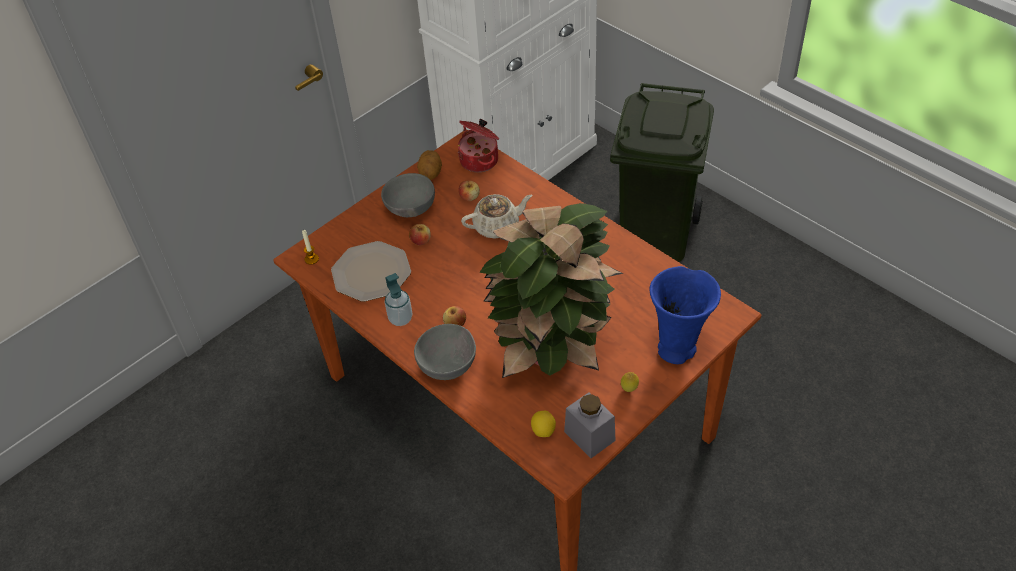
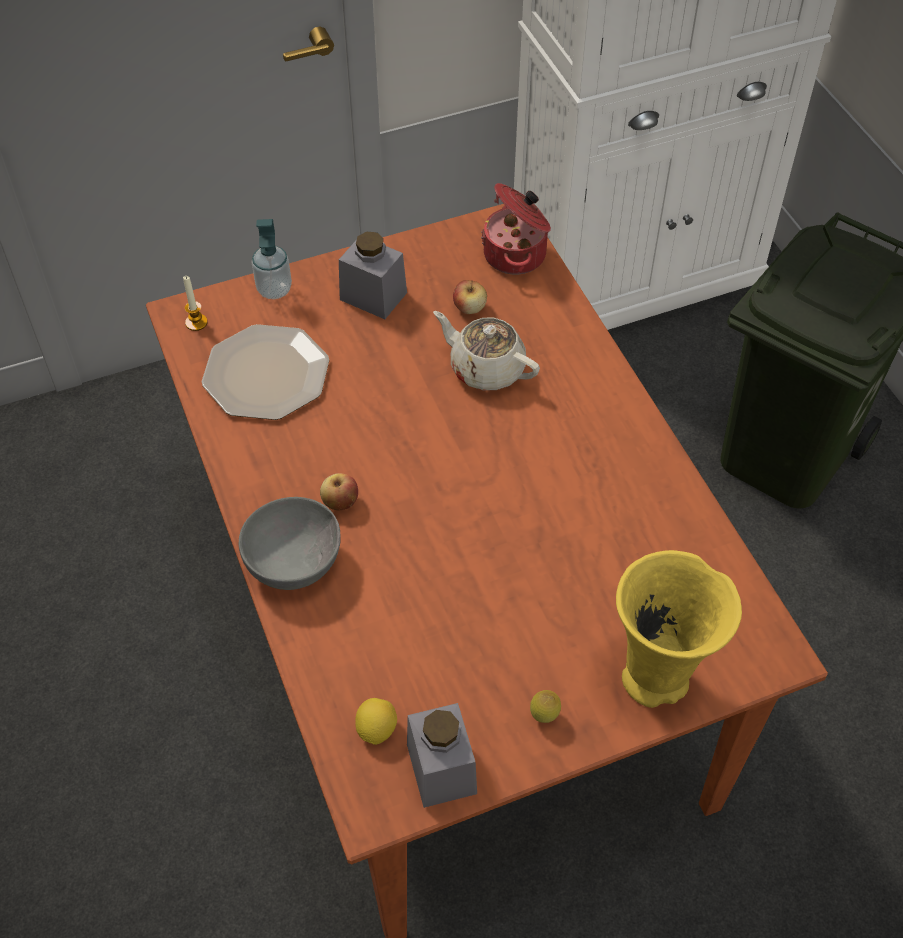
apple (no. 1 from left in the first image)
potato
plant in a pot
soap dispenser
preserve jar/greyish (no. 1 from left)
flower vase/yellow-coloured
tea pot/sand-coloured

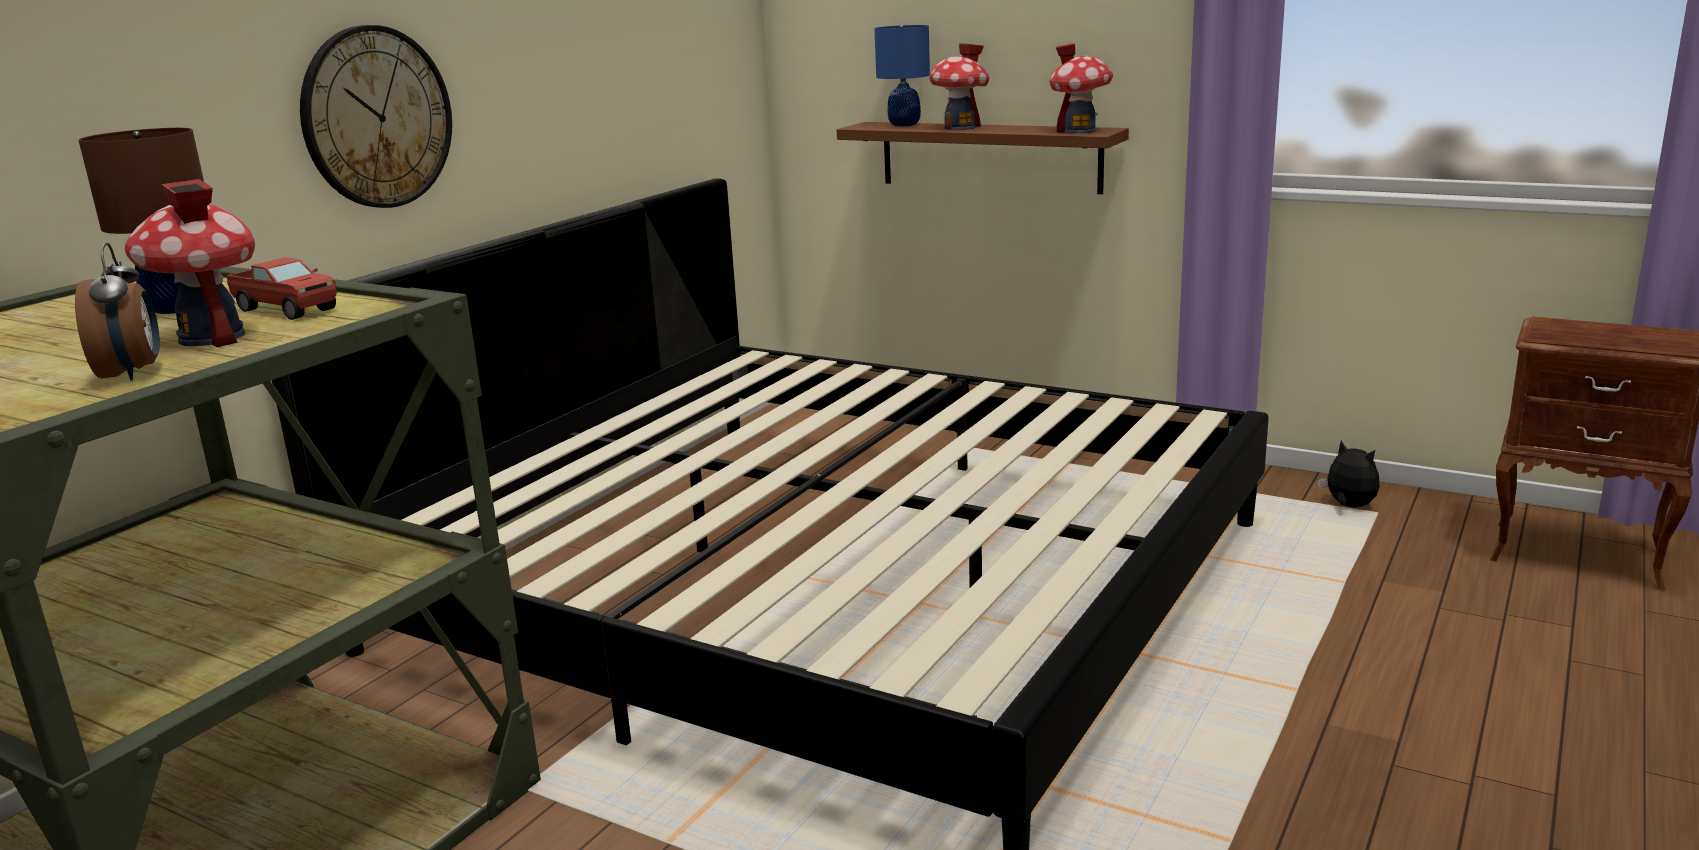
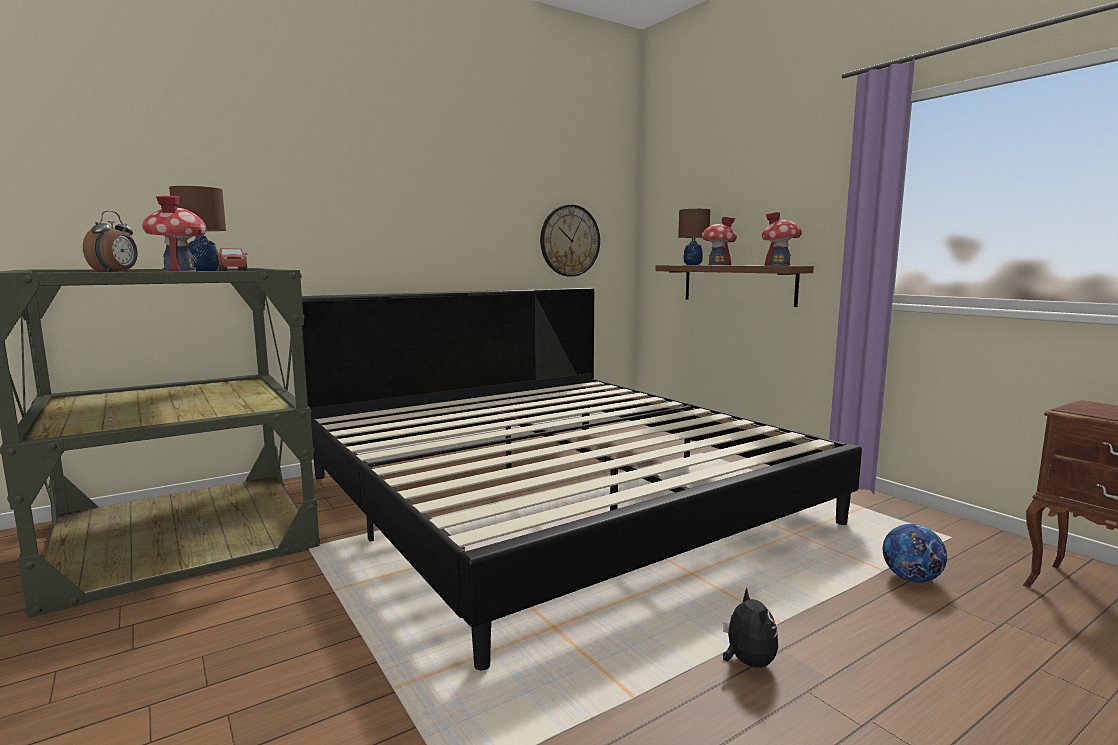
football ball
wall clock
soft toy
table lamp/brownish (no. 2 from left)

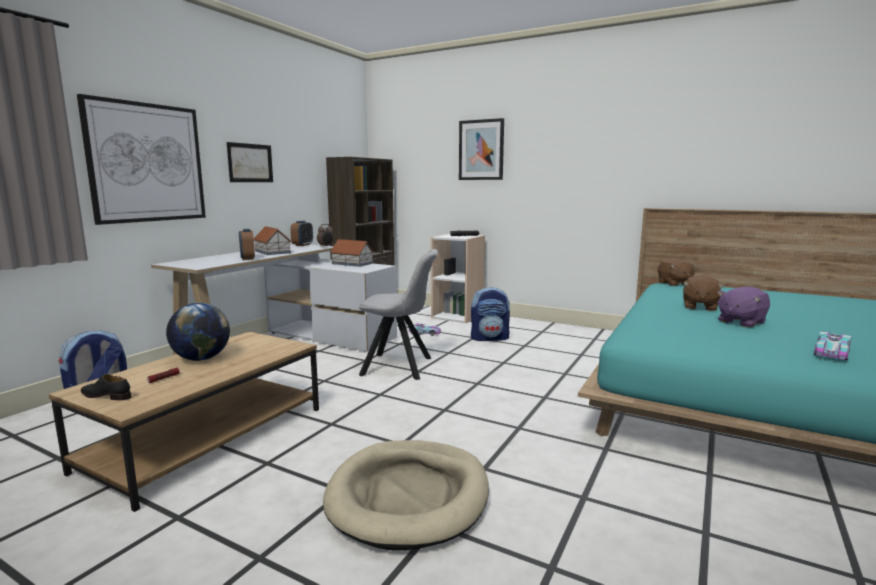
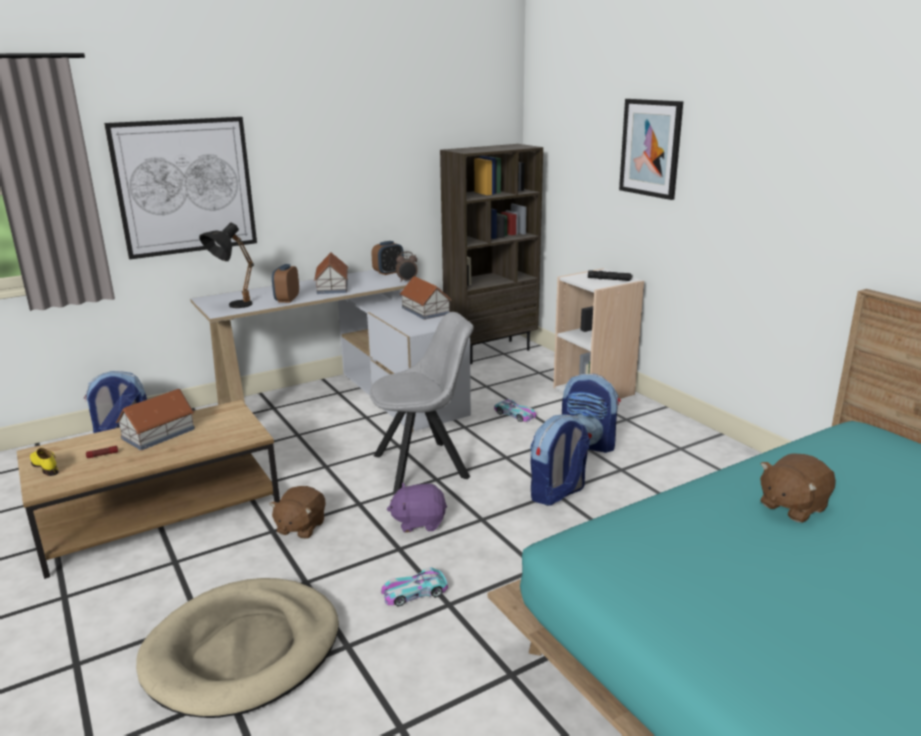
wall art (no. 2 from left in the first image)
table lamp/black
backpack (no. 2 from left)
soft toy/brownish (no. 1 from left)
soft toy/purplish
toy car (no. 1 from left)
model house (no. 1 from left)
item of footwear/yellow-coloured
upright chair/greyish

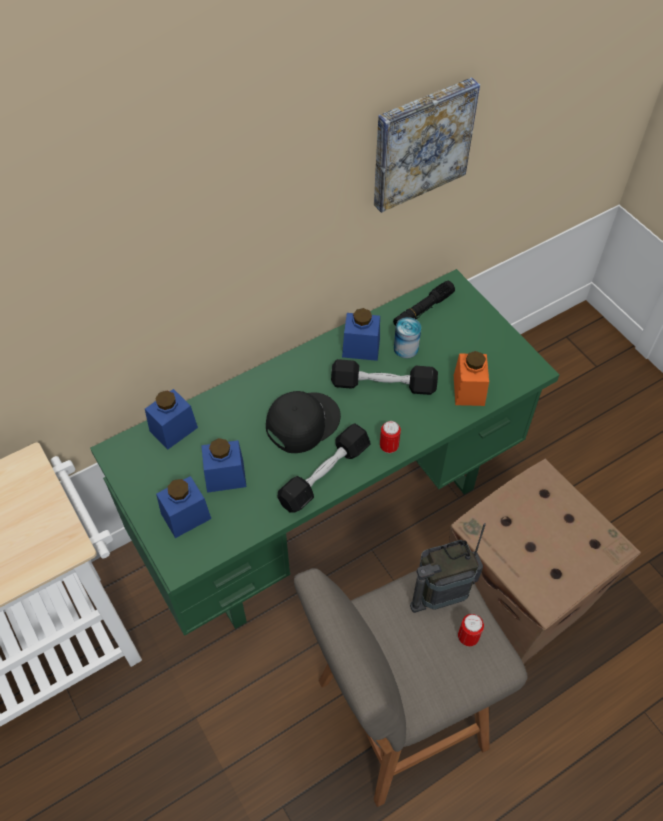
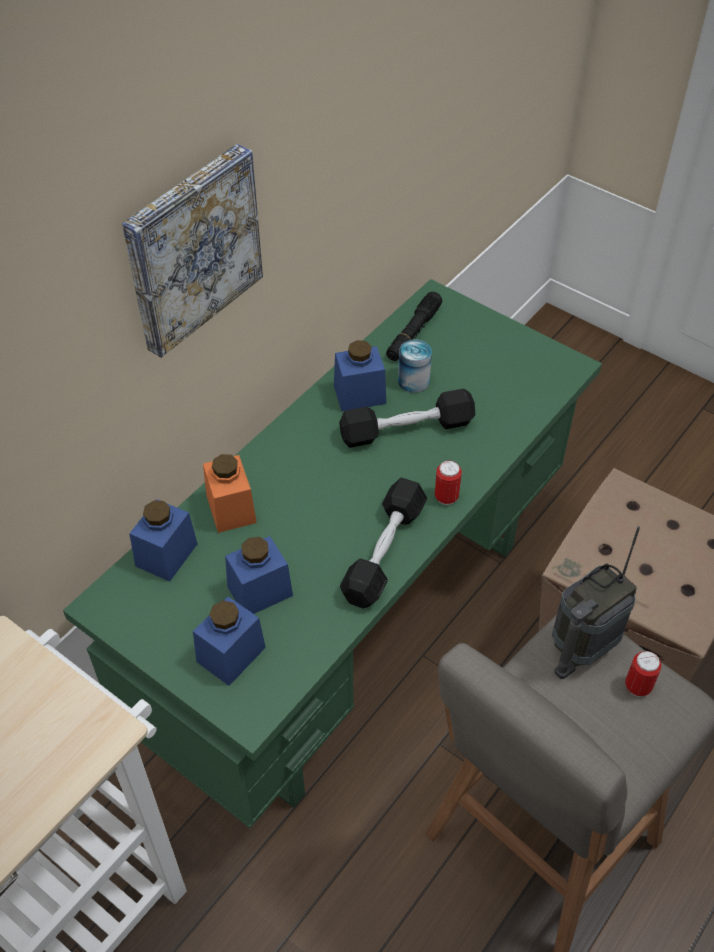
baseball cap/black
wall art
preserve jar/orange-coloured

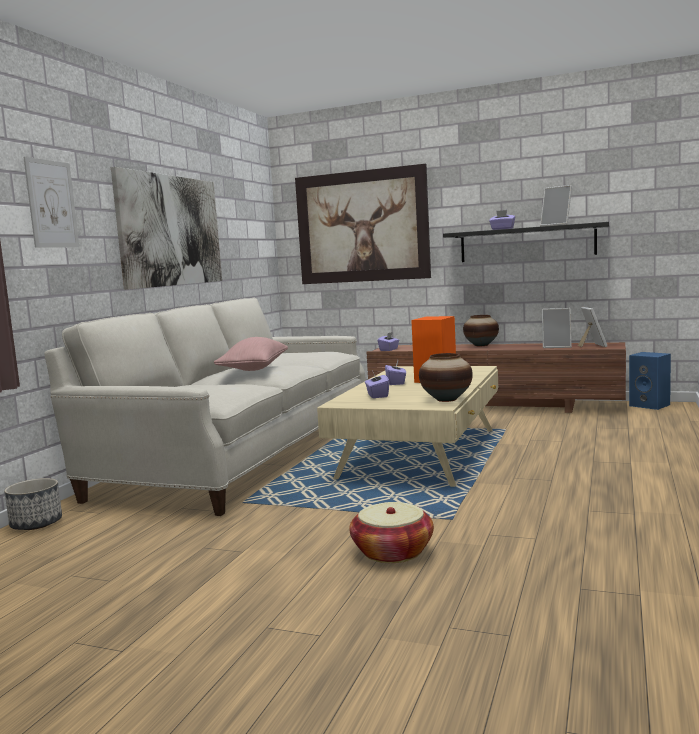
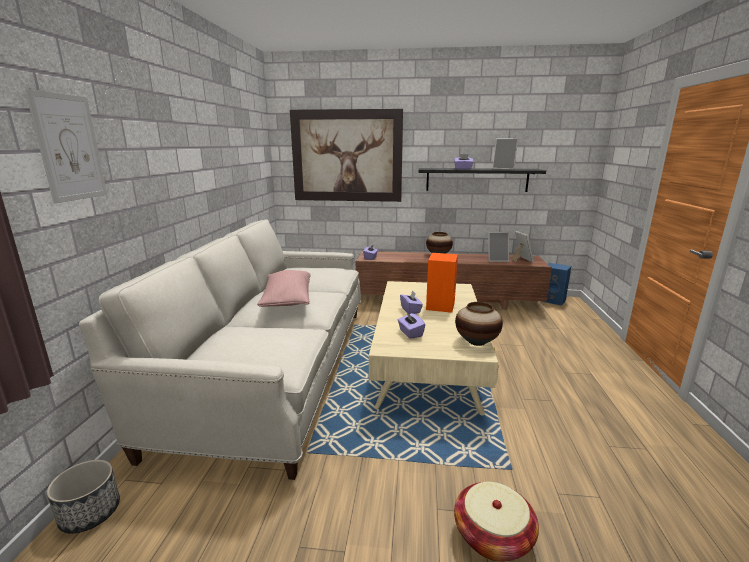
wall art (no. 2 from left in the first image)

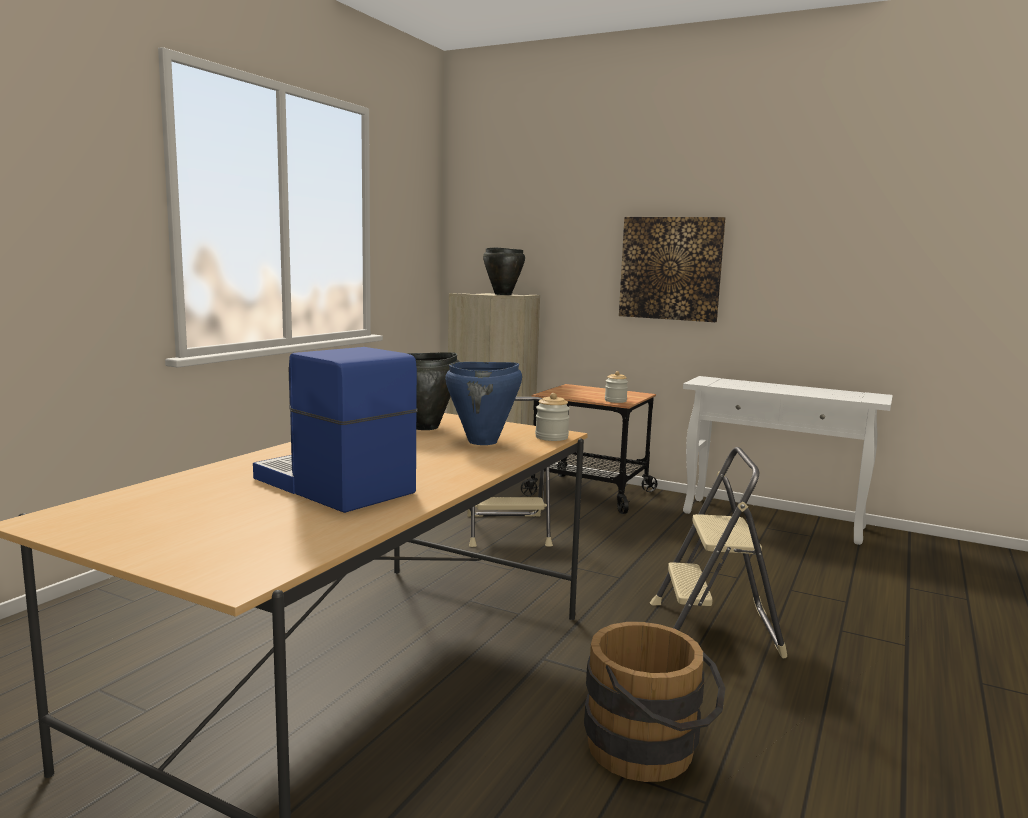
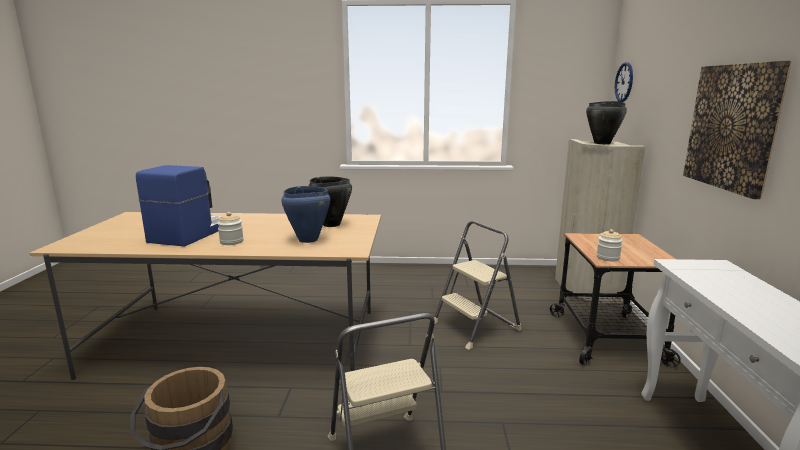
wall clock
preserve jar (no. 1 from left)

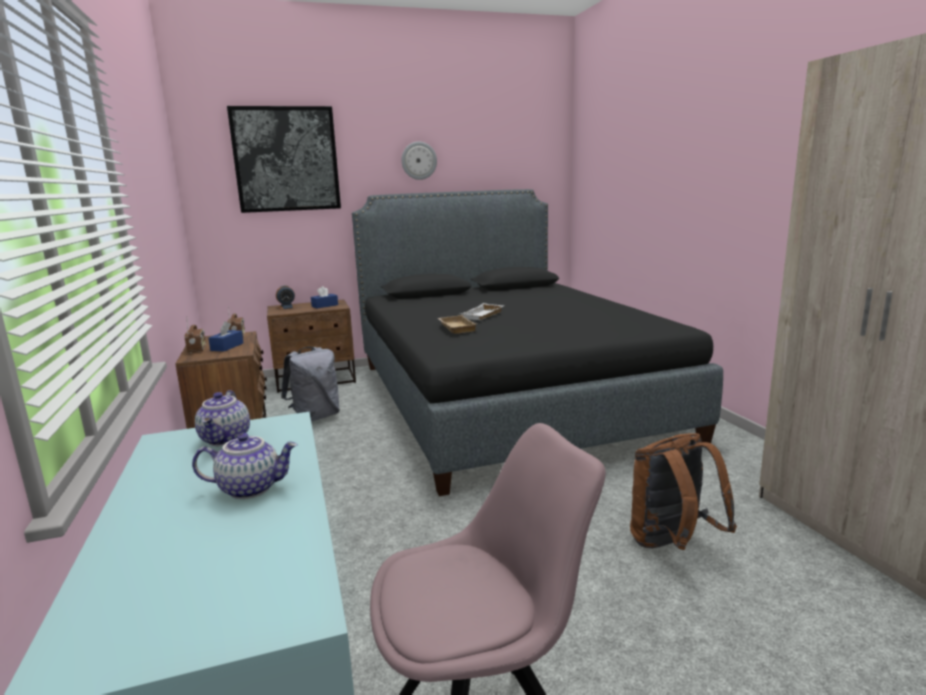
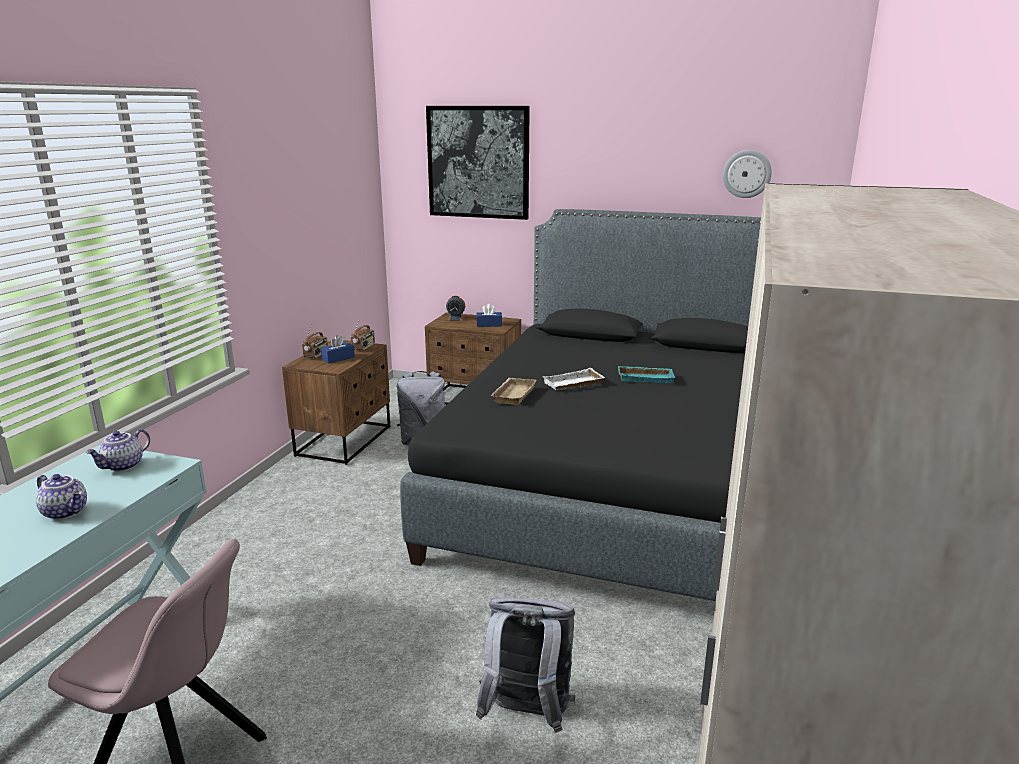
carrying tray/turquoise
wall clock
backpack/greyish (no. 2 from left)

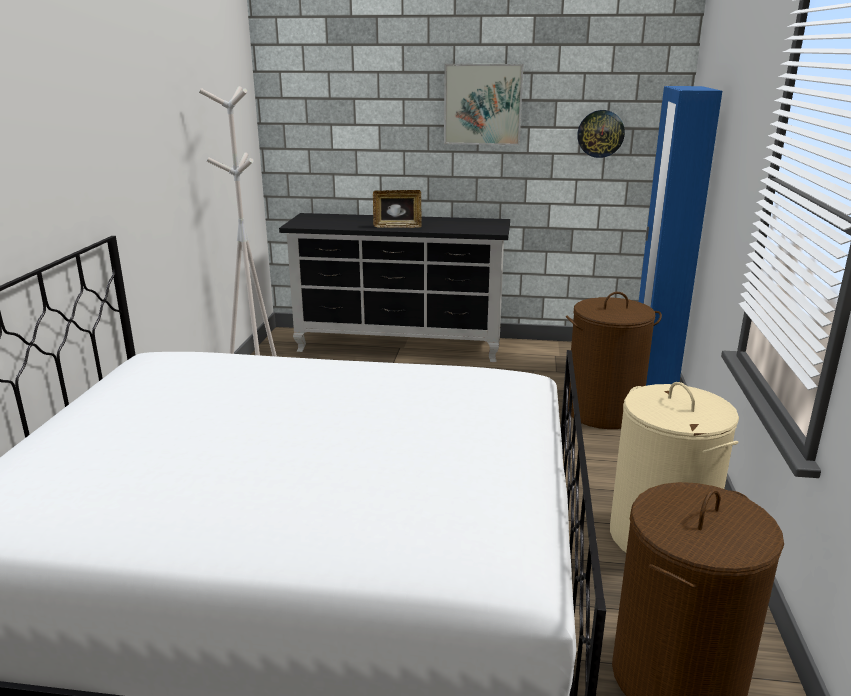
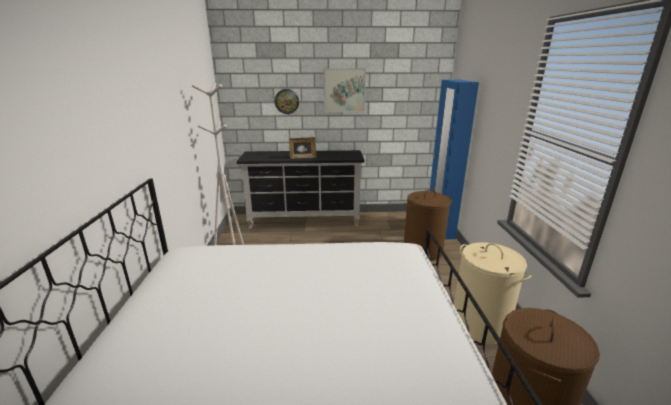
wall clock

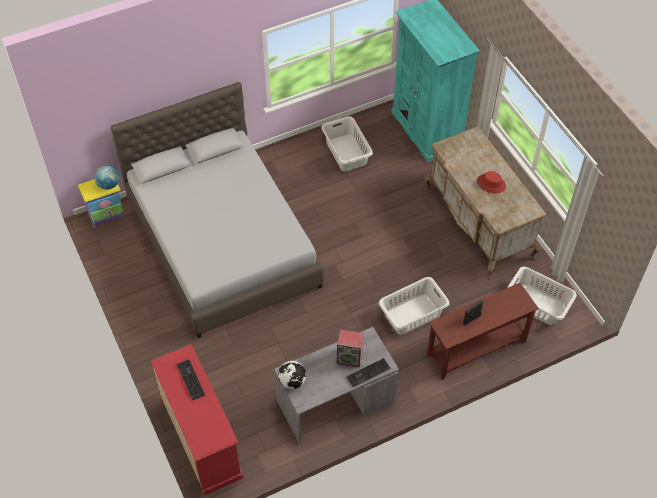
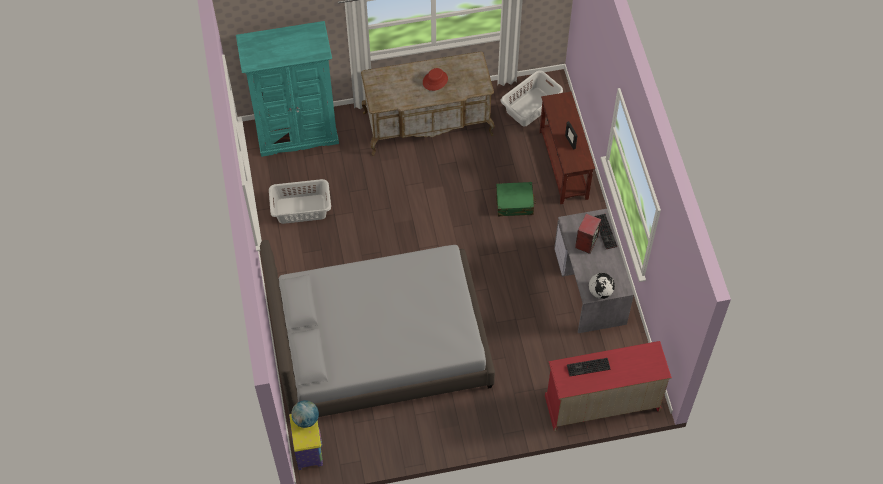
suitcase/greenish

